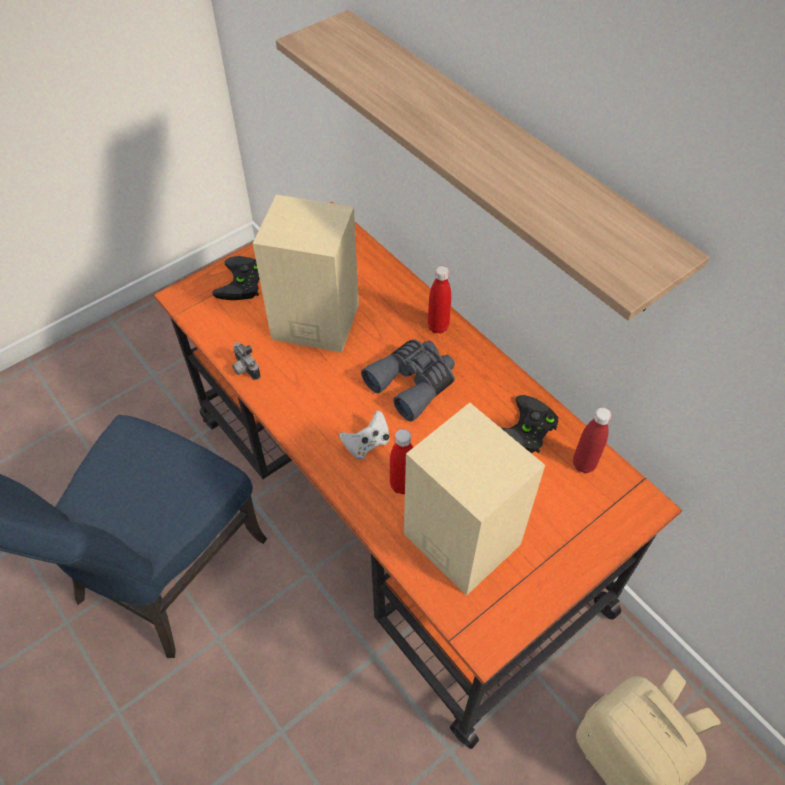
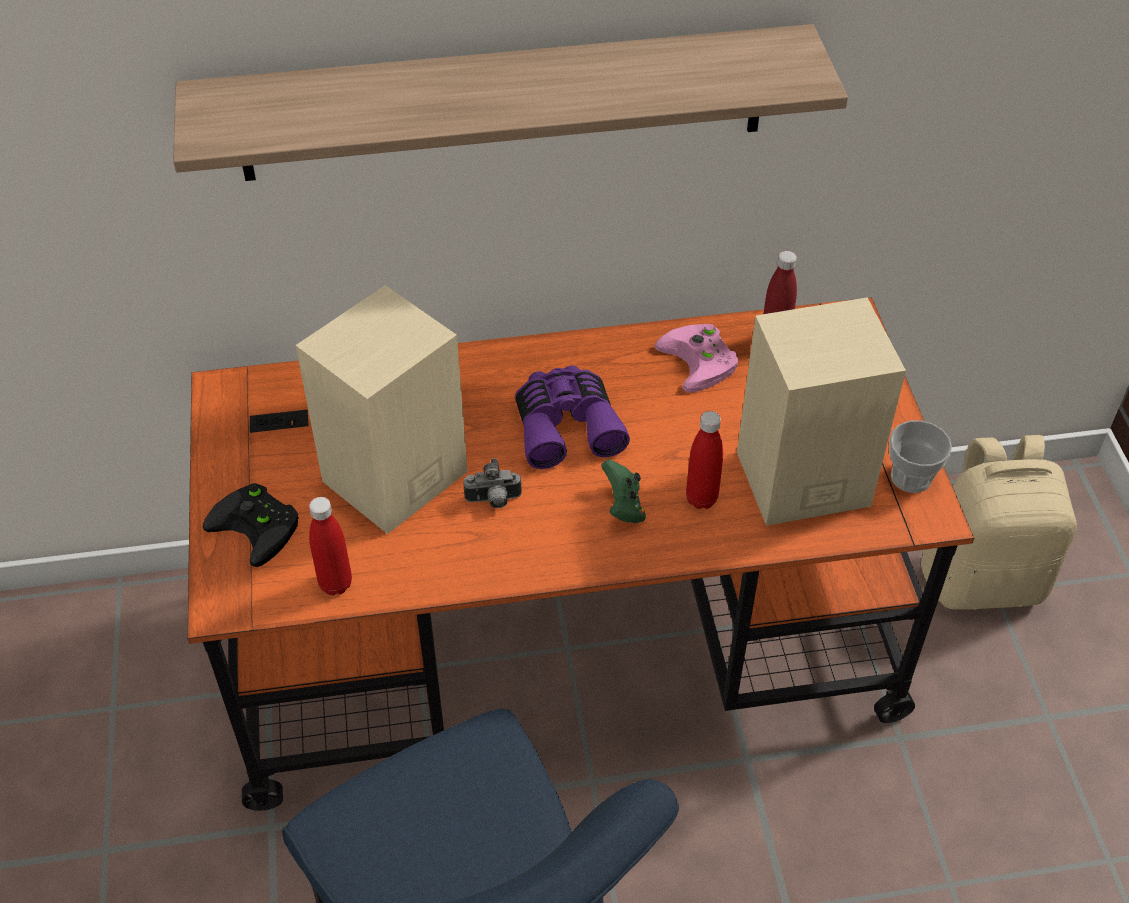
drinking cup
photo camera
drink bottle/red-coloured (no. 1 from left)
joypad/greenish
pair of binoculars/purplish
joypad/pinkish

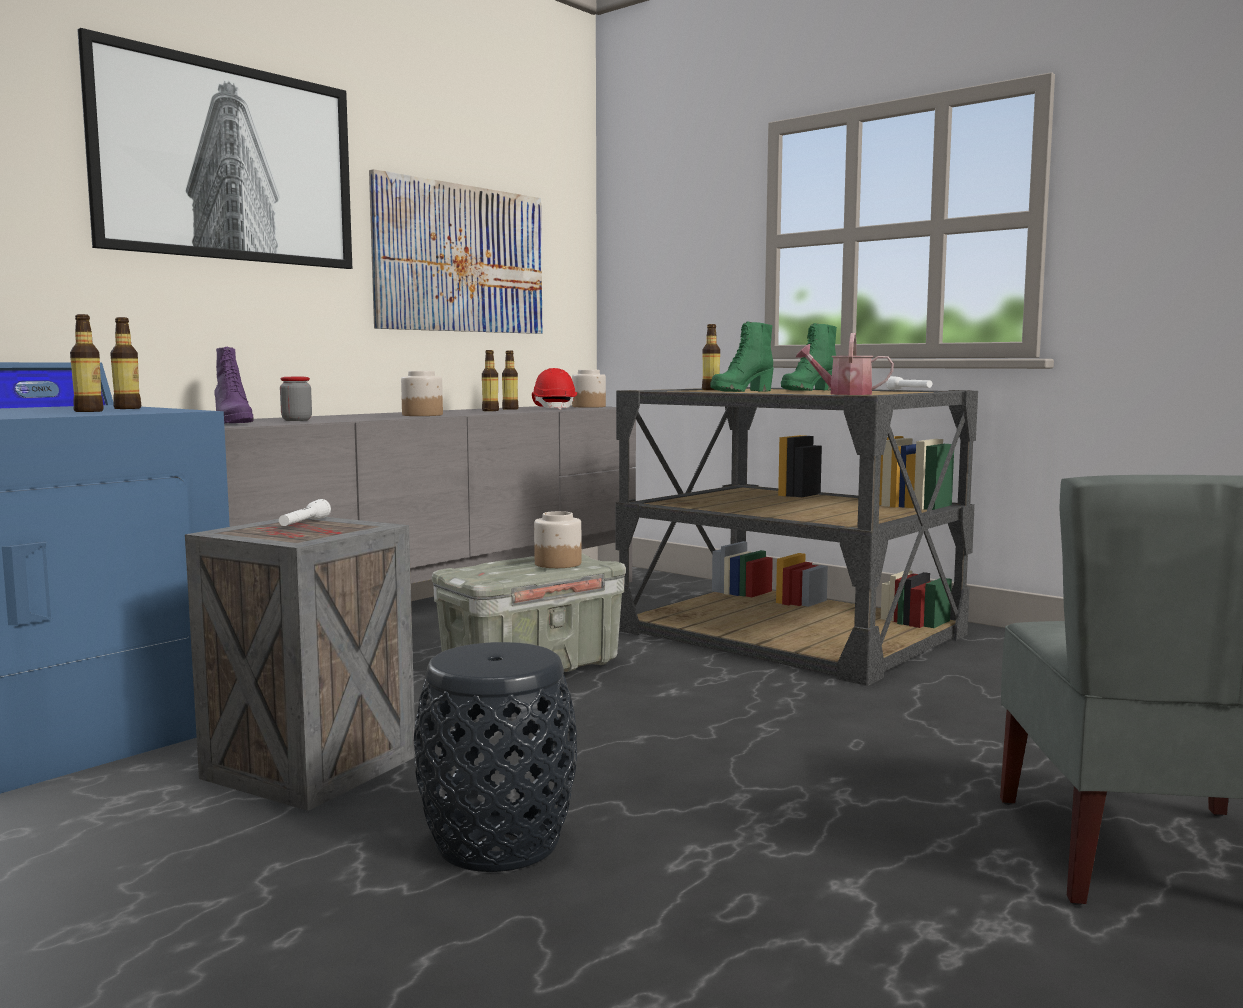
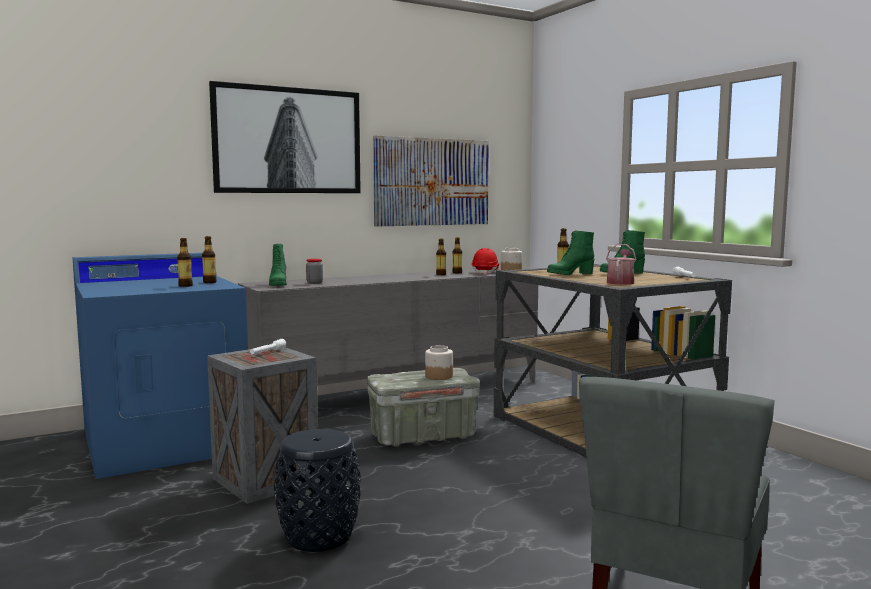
preserve jar (no. 2 from left in the first image)
high-top boot/greenish (no. 1 from left)
watering can

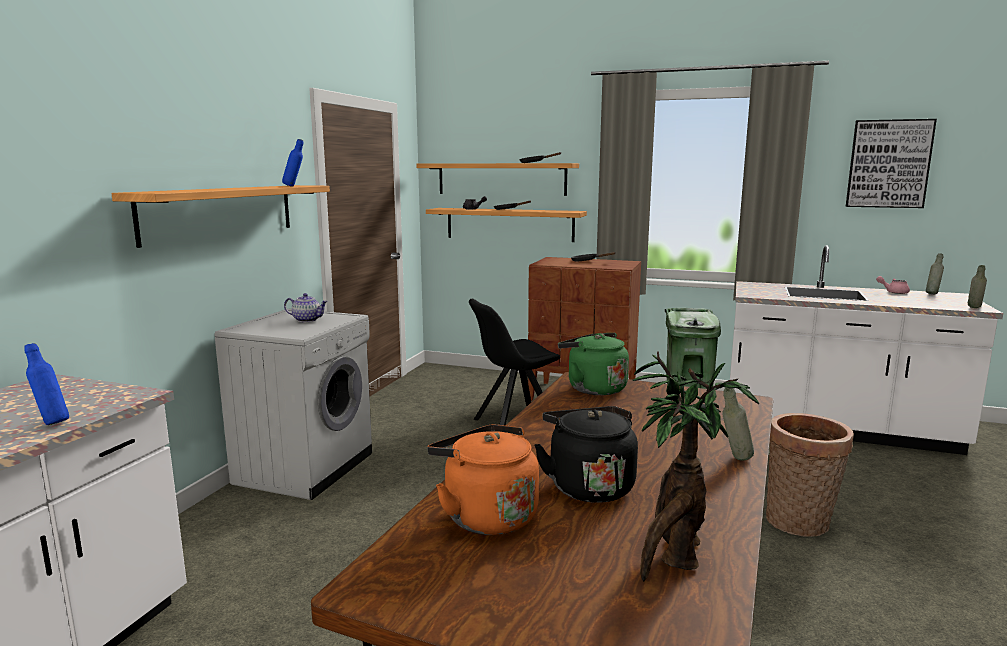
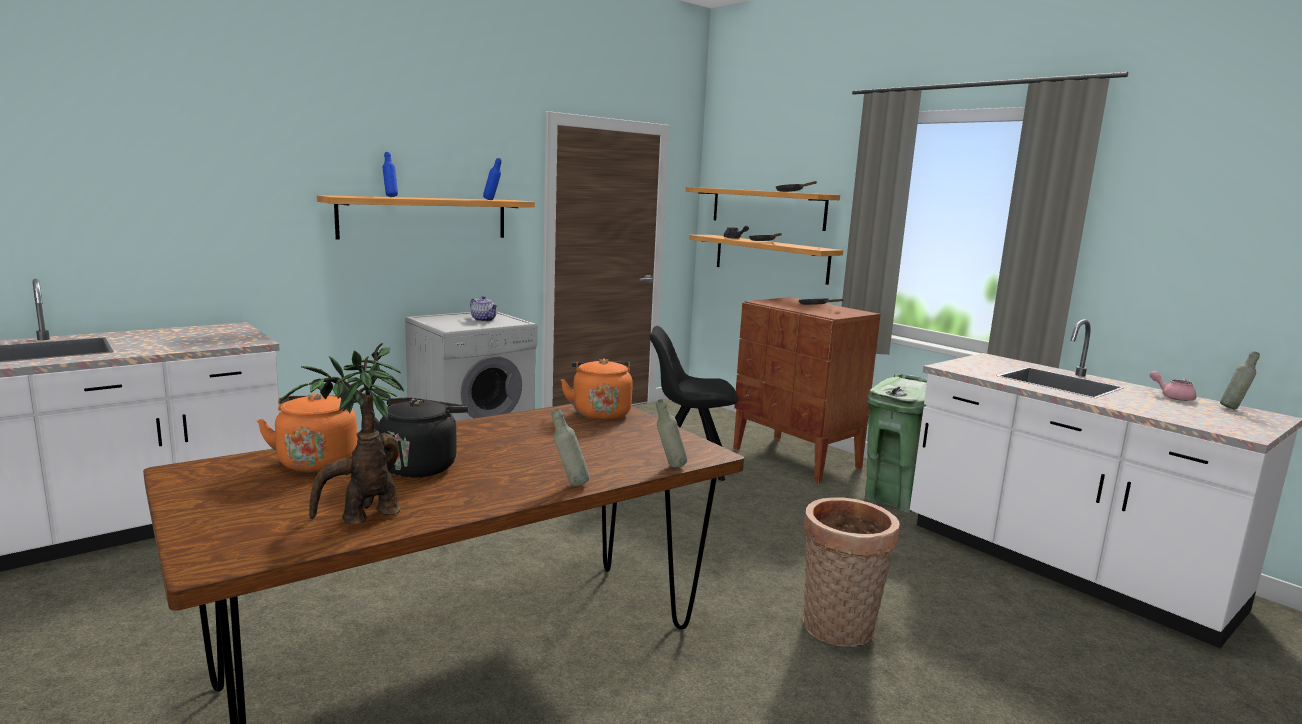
wall art
drink bottle/bluish (no. 1 from left)
drink bottle/greyish (no. 2 from left)
tea kettle/orange-coloured (no. 2 from left)

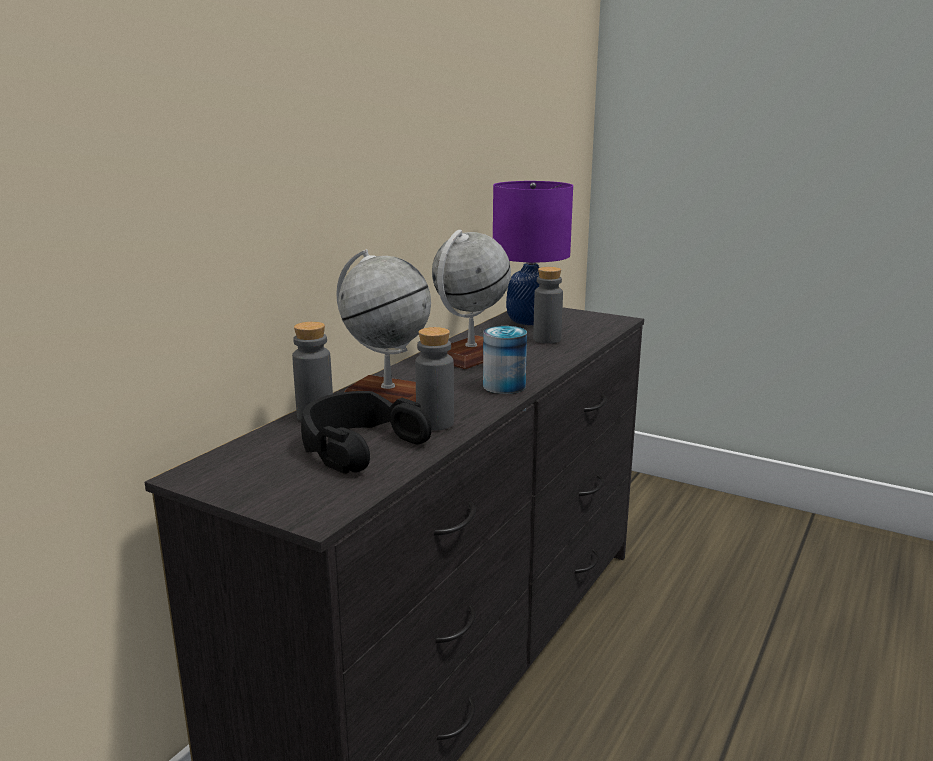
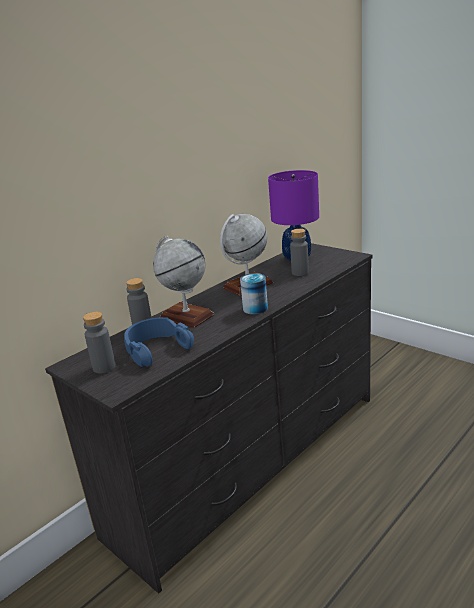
drink bottle/greyish (no. 1 from left)
headset/bluish

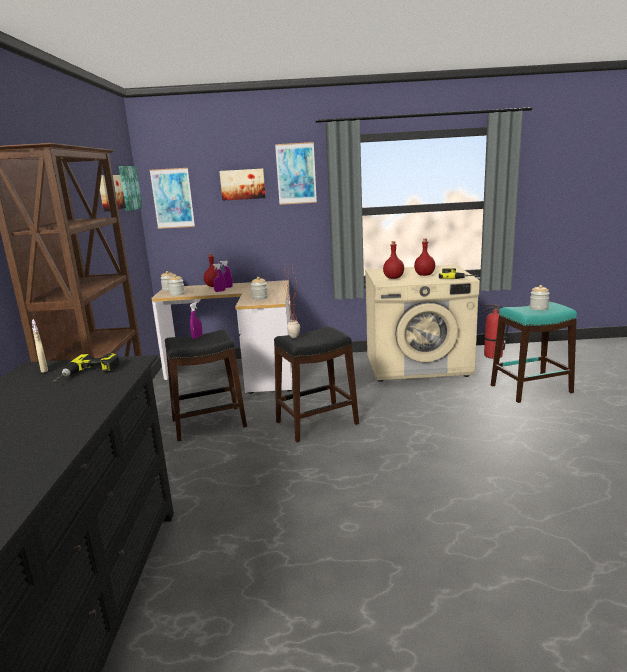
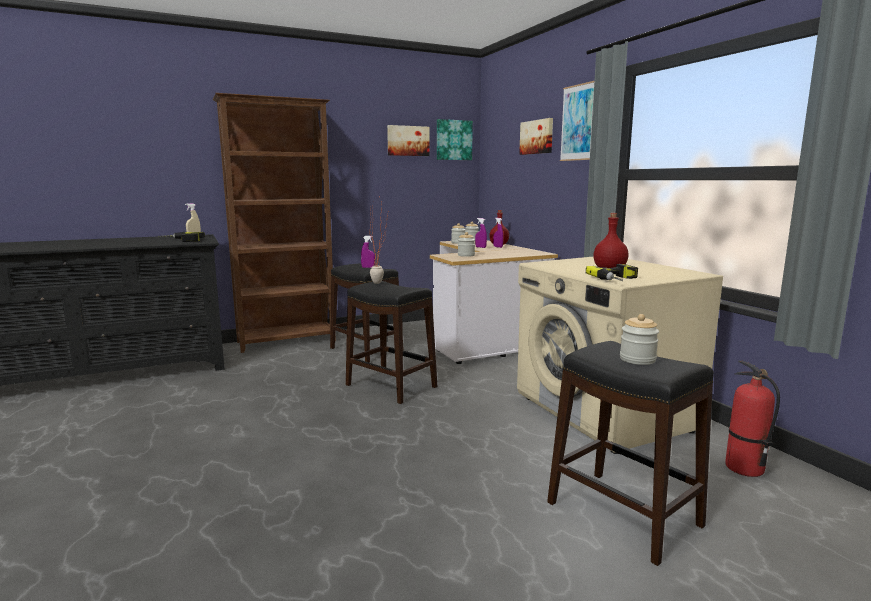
wall art (no. 3 from left in the first image)
drink bottle/red-coloured (no. 2 from left in the first image)
stool seat/black (no. 3 from left)

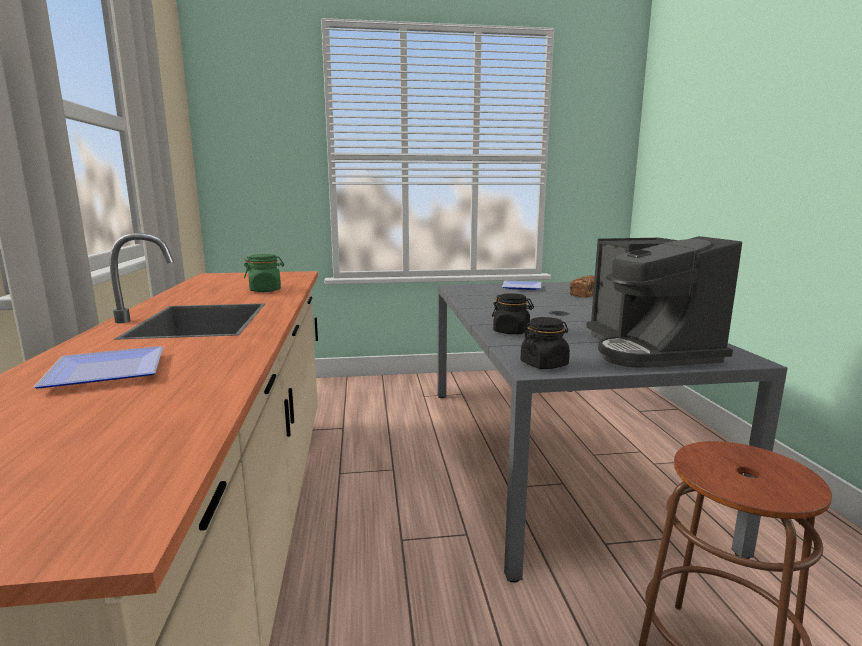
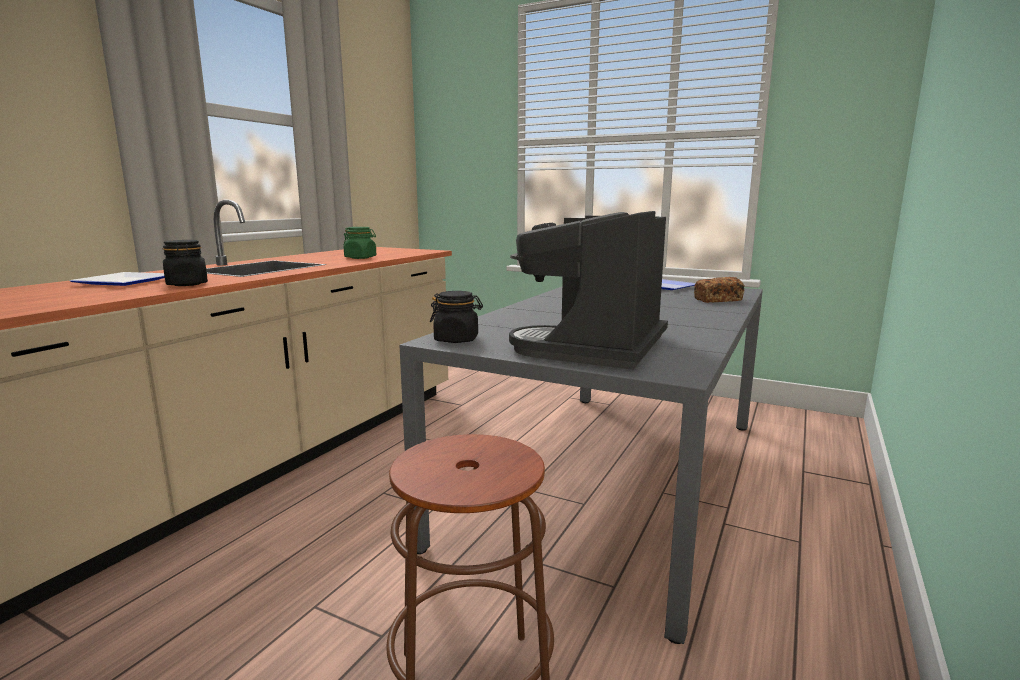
preserve jar/black (no. 1 from left)

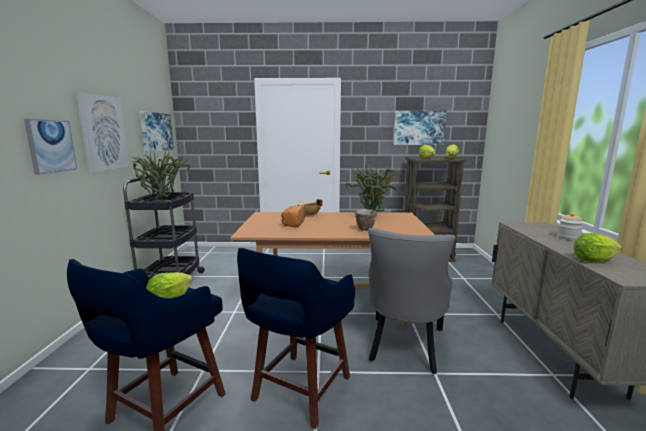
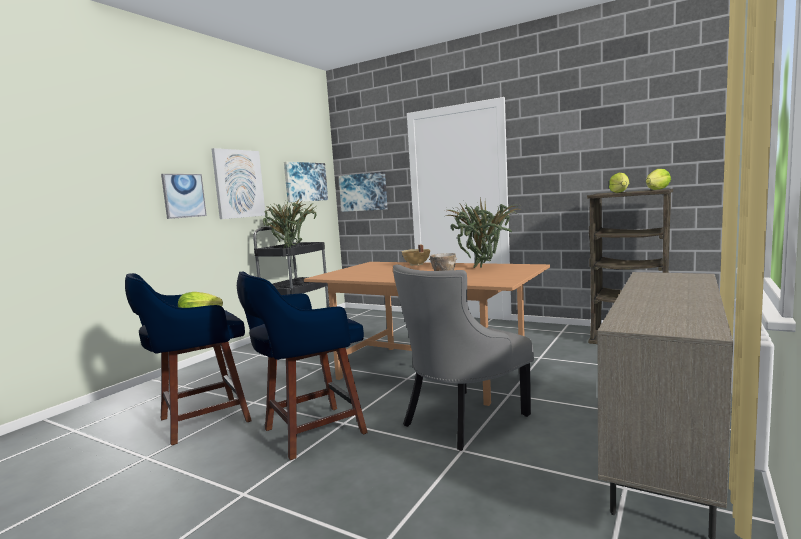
baked bread
preserve jar
head of lettuce (no. 4 from left in the first image)
wall art (no. 4 from left)

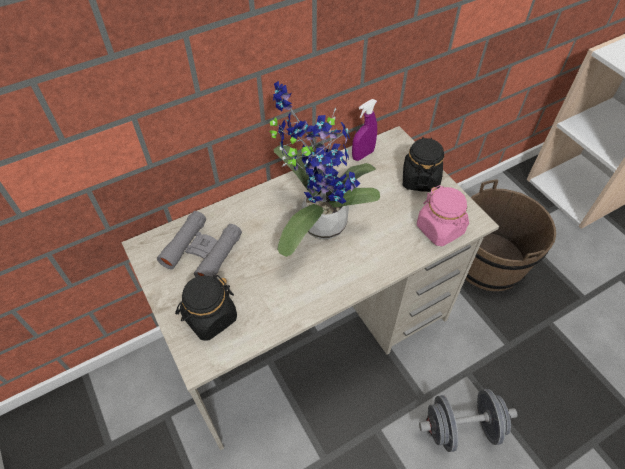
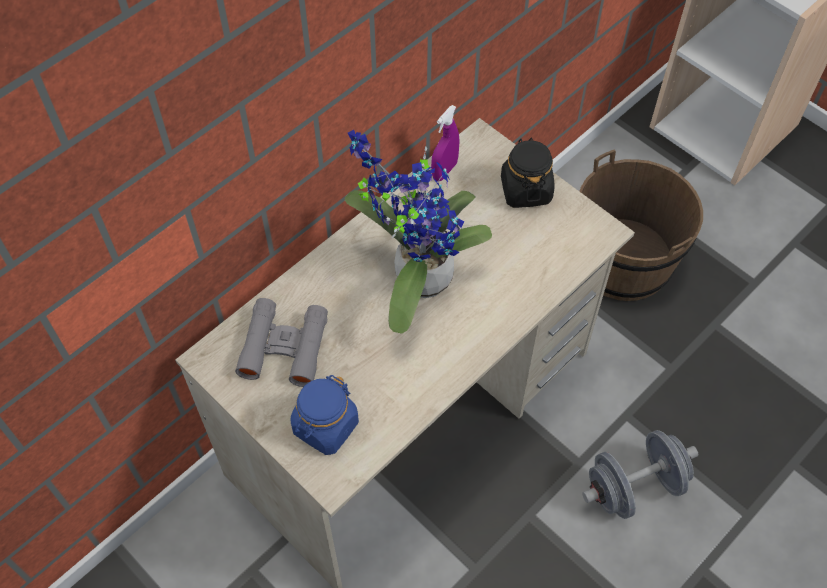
preserve jar/pinkish
preserve jar/bluish

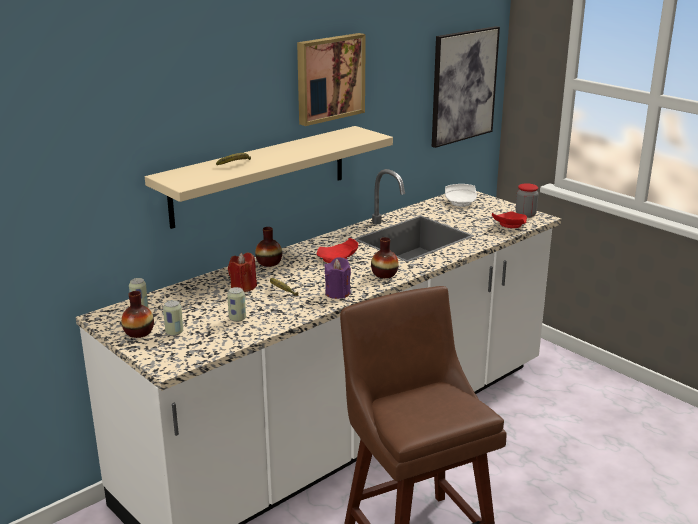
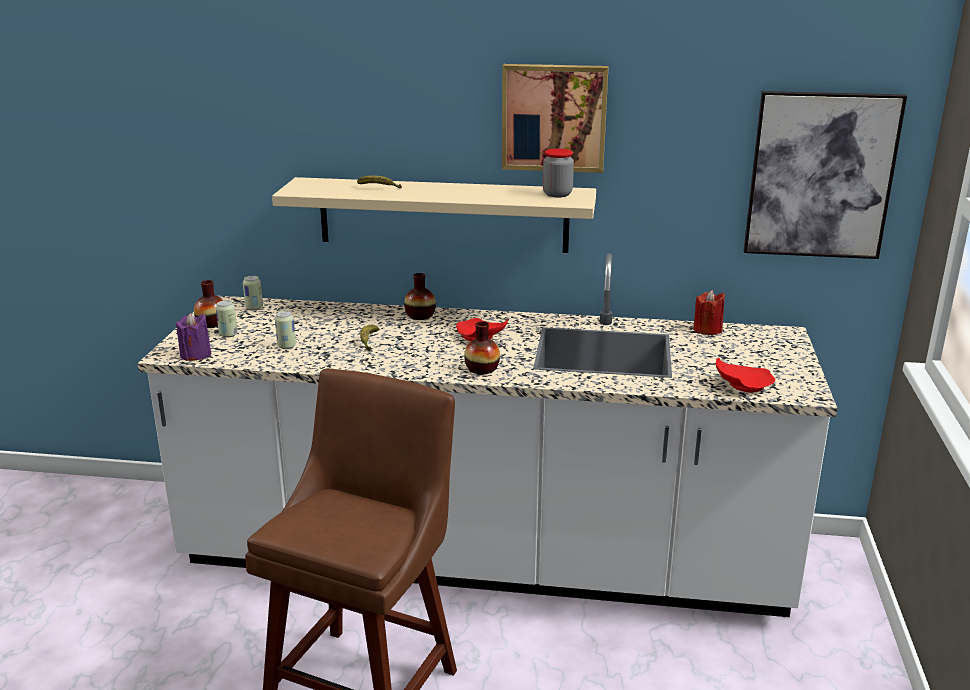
flat dish/whitish
candle/red-coloured
candle/purplish
preserve jar

